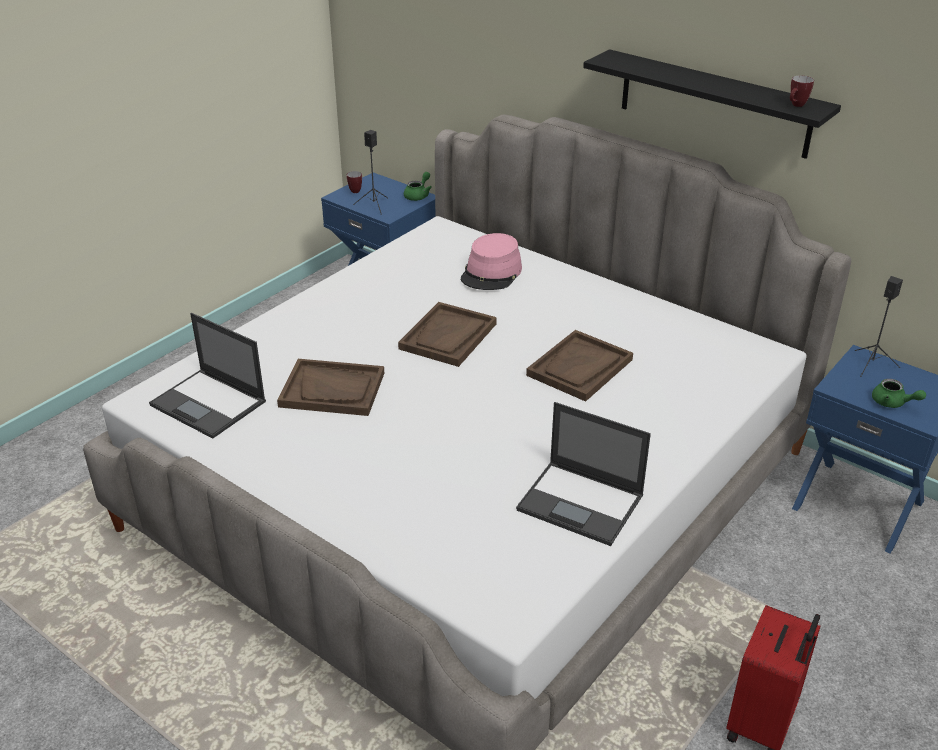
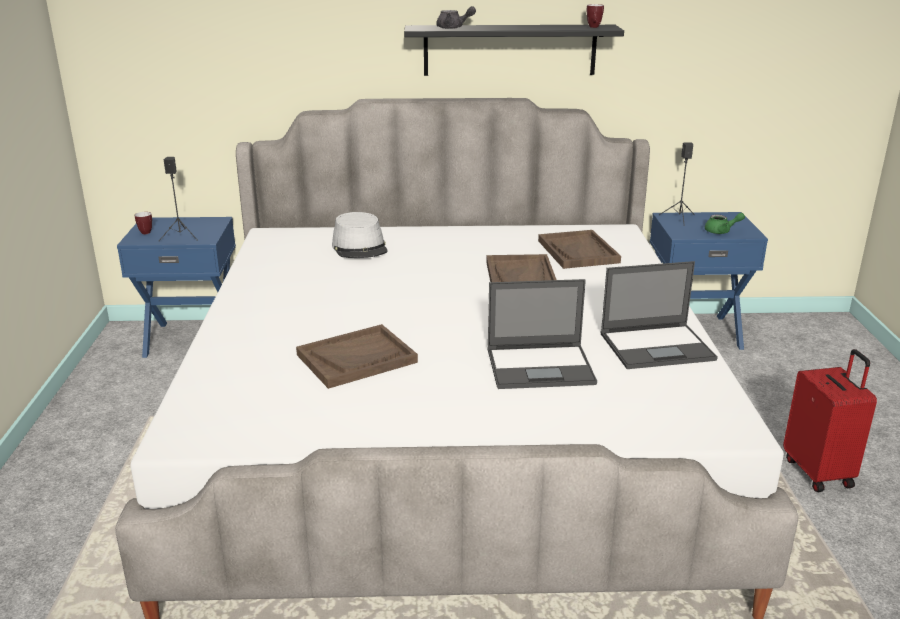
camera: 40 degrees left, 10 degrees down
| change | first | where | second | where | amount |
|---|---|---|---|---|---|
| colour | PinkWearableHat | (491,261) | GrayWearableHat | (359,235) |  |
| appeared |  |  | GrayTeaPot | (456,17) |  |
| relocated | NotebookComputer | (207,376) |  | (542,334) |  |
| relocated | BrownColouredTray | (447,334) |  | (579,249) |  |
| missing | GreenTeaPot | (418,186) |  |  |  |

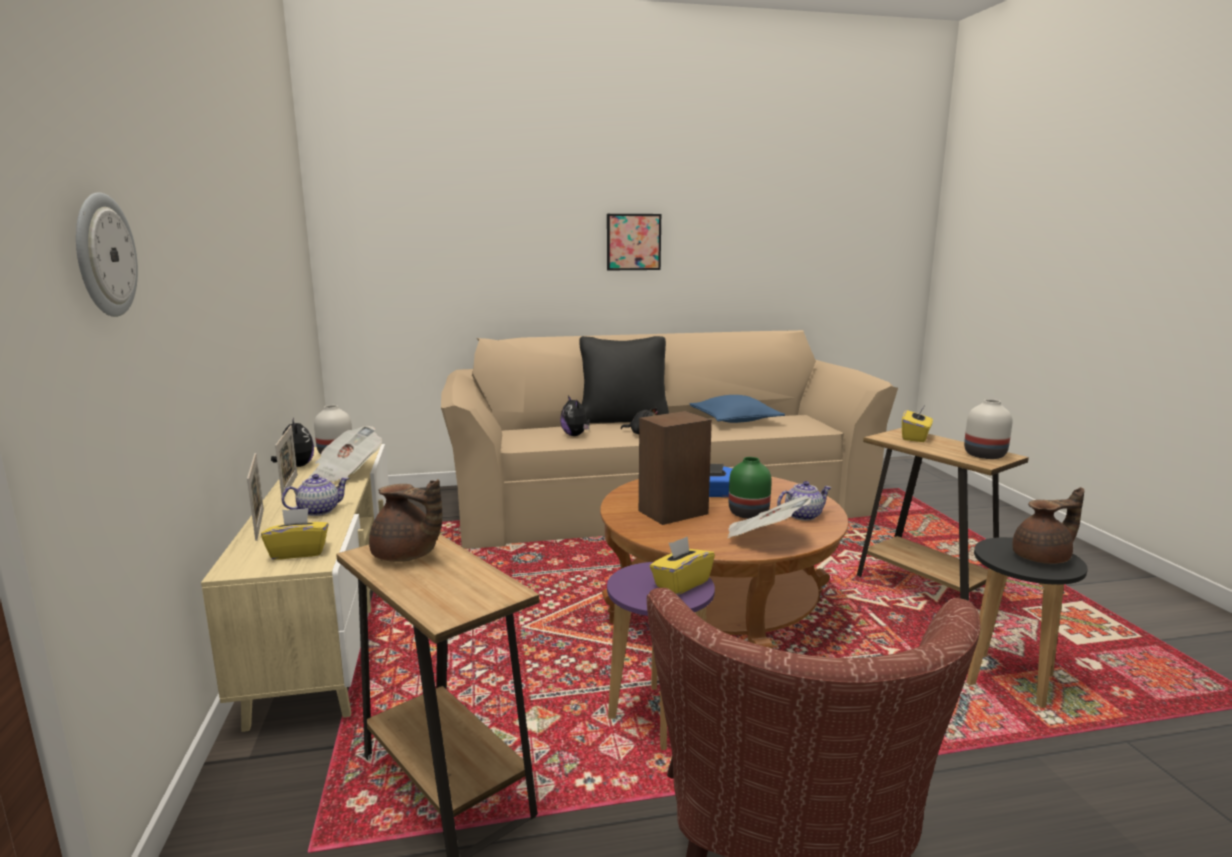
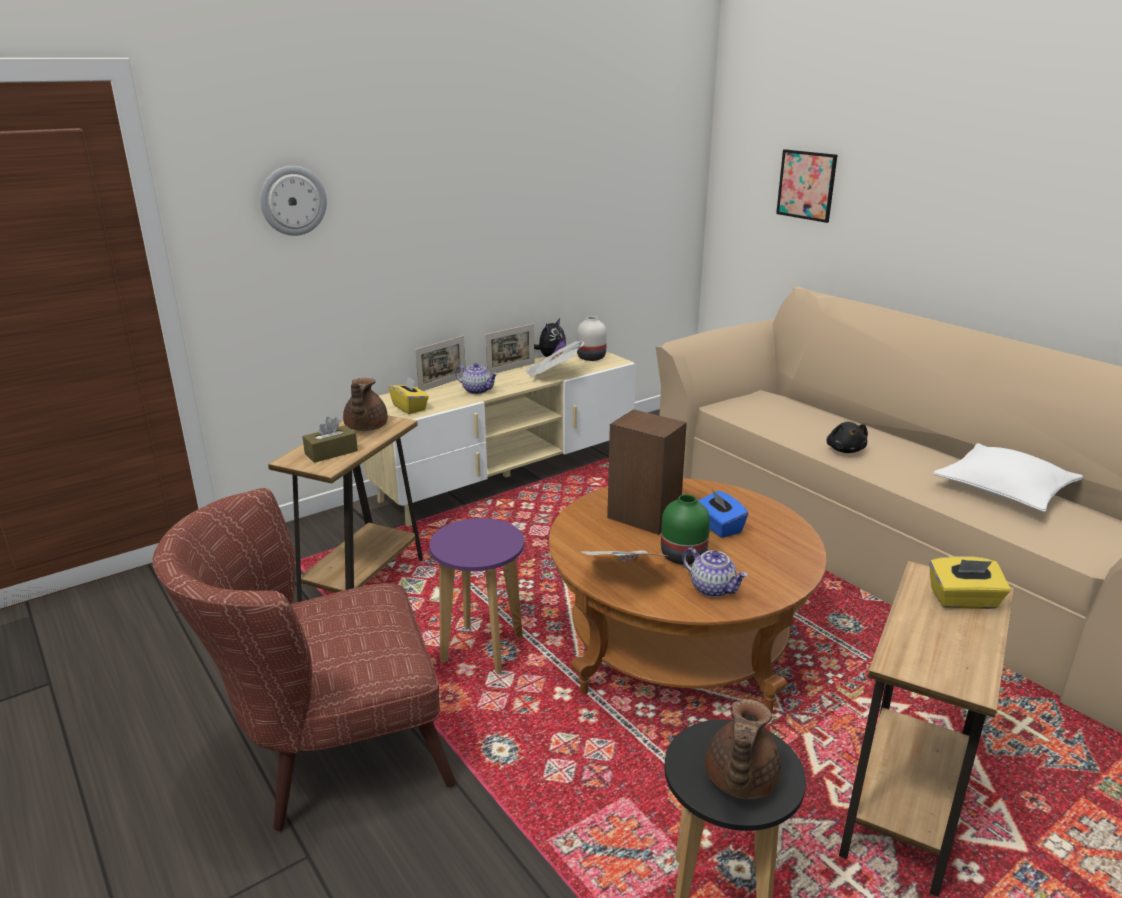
camera: 65 degrees right, 10 degrees up
| change | first | where | second | where | amount |
|---|---|---|---|---|---|
| appeared |  |  | BrownColouredBoxOfTissues | (330,440) |  |
| spun | BrownColouredTeaPot | (1048,525) |  | (743,749) | 60 degrees clockwise |
| relocated | WallPicture | (634,242) |  | (806,186) |  |
| colour | BlueThrowPillow | (737,409) | WhiteColouredThrowPillow | (1008,477) |  |
| missing | CuddlyToy | (575,416) |  |  |  |
| missing | BlackThrowPillow | (624,379) |  |  |  |
| missing | YellowBoxOfTissues | (682,566) |  |  |  |
| missing | WhiteColouredVase | (988,429) |  |  |  |

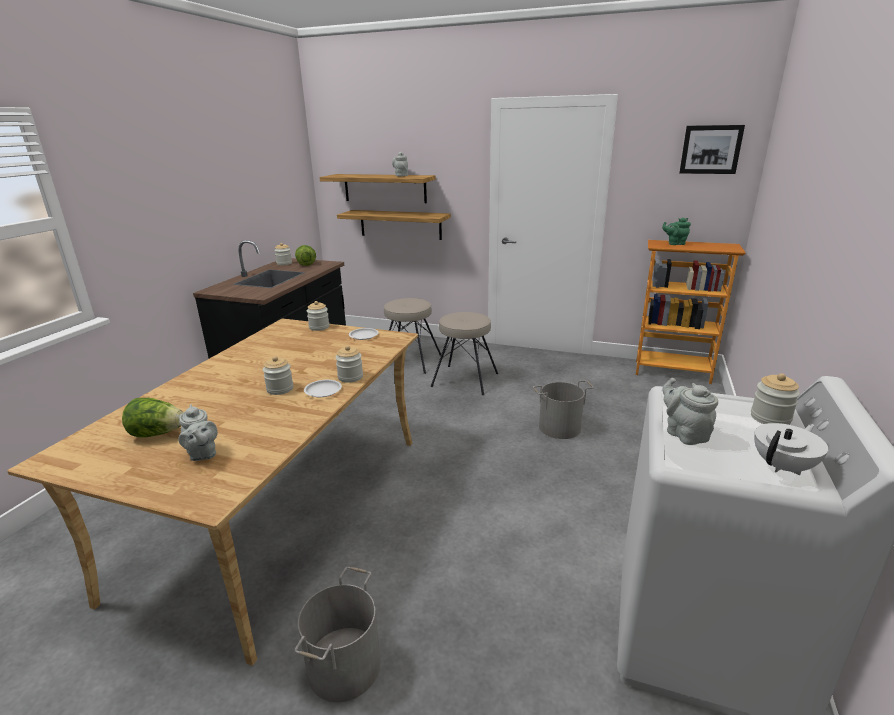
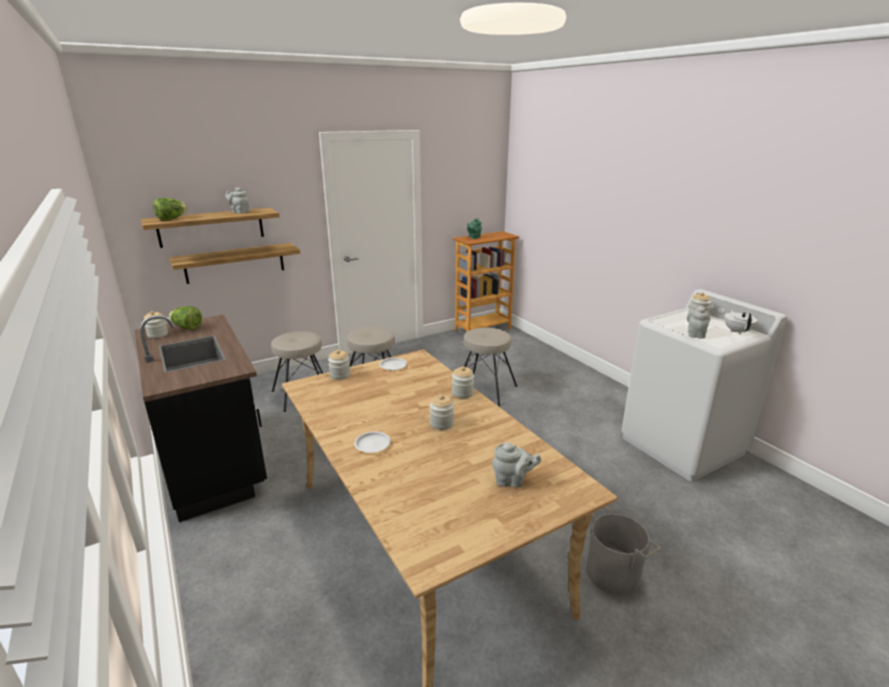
camera: 50 degrees left, 0 degrees up
| change | first | where | second | where | amount |
|---|---|---|---|---|---|
| relocated | HeadOfLettuce | (152,418) |  | (170,209) |  |
| relocated | WhiteColouredFlatDish | (323,388) |  | (372,442) |  |
| exchanged | GrayPail | (563,409) | BeigeColouredSittingStool | (490,367) |  |
| spun | GrayTeaPot | (690,411) |  | (698,322) | 90 degrees clockwise |
| missing | WallPicture | (712,149) |  |  |  |

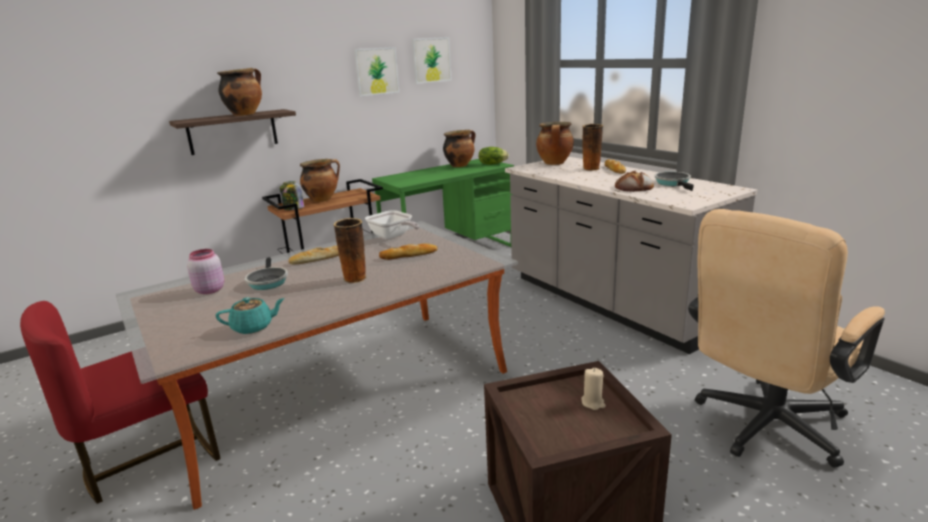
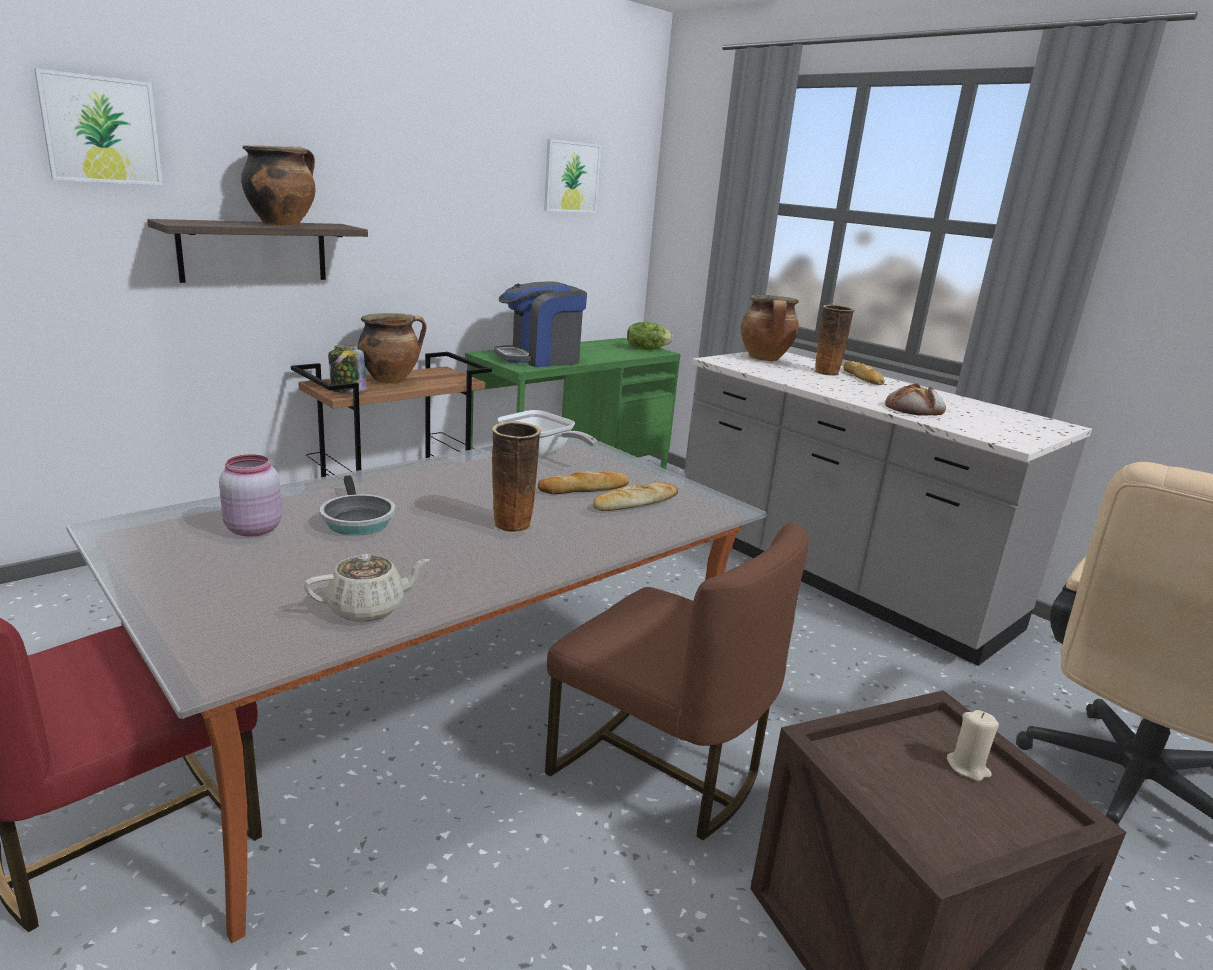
camera: 10 degrees left, 0 degrees up
| change | first | where | second | where | amount |
|---|---|---|---|---|---|
| relocated | WallPicture | (376,71) |  | (98,126) |  |
| colour | TurquoiseTeaPot | (250,315) | BeigeColouredTeaPot | (367,588) |  |
| appeared |  |  | CoffeeMaker | (540,324) |  |
| appeared |  |  | BrownColouredPlainChair | (677,681) |  |
| relocated | Bread | (313,255) |  | (635,496) |  |
| missing | Saucepot | (459,148) |  |  |  |
| missing | Pan | (674,181) |  |  |  |

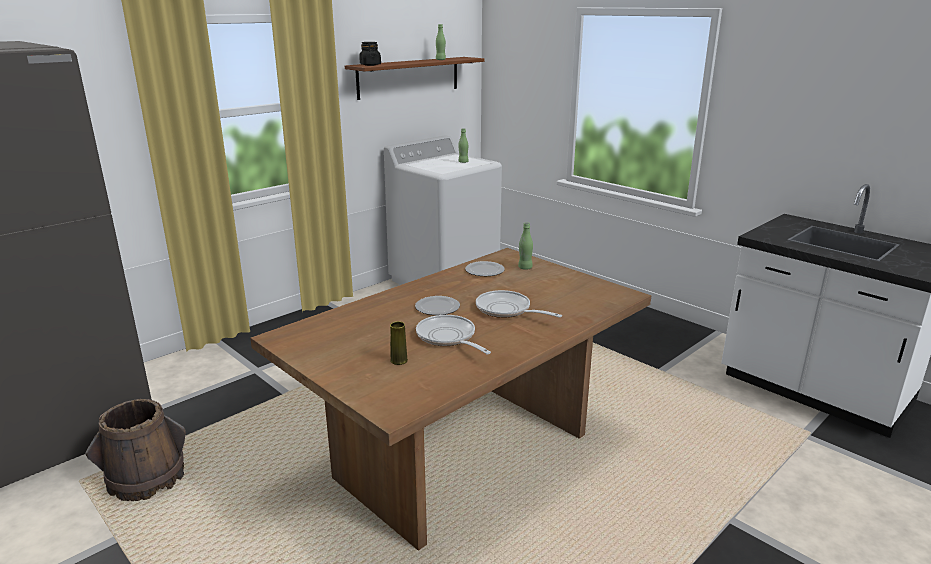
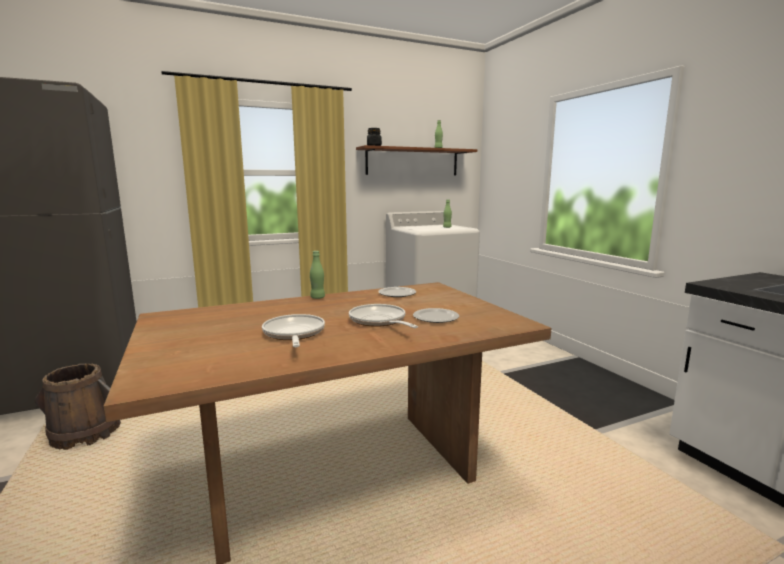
camera: 20 degrees right, 10 degrees down
| change | first | where | second | where | amount |
|---|---|---|---|---|---|
| relocated | GreenDrinkBottle | (525,246) |  | (317,275) |  |
| relocated | FlatDish | (437,305) |  | (436,315) |  |
| missing | YellowVase | (399,343) |  |  |  |

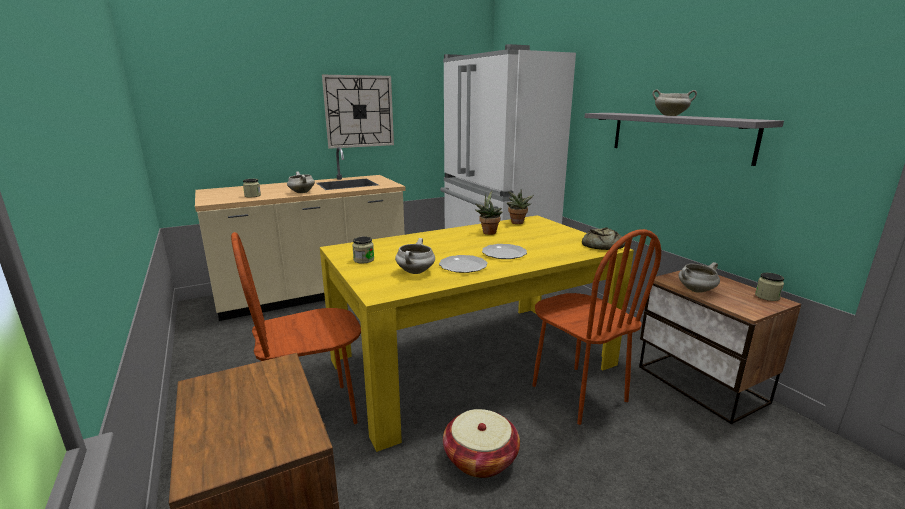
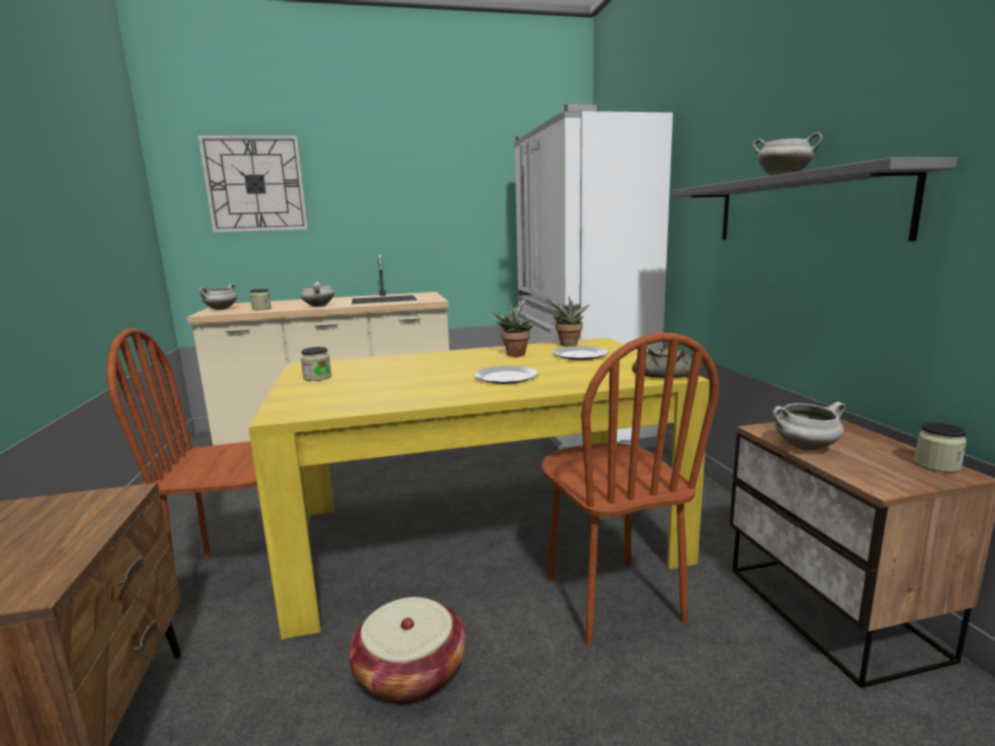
camera: 15 degrees right, 5 degrees down
| change | first | where | second | where | amount |
|---|---|---|---|---|---|
| relocated | HangingClock | (358,112) |  | (253,183) |  |
| relocated | WhiteColouredSaucepot | (415,256) |  | (218,297) |  |
| relocated | FlatDish | (463,264) |  | (580,353) |  |

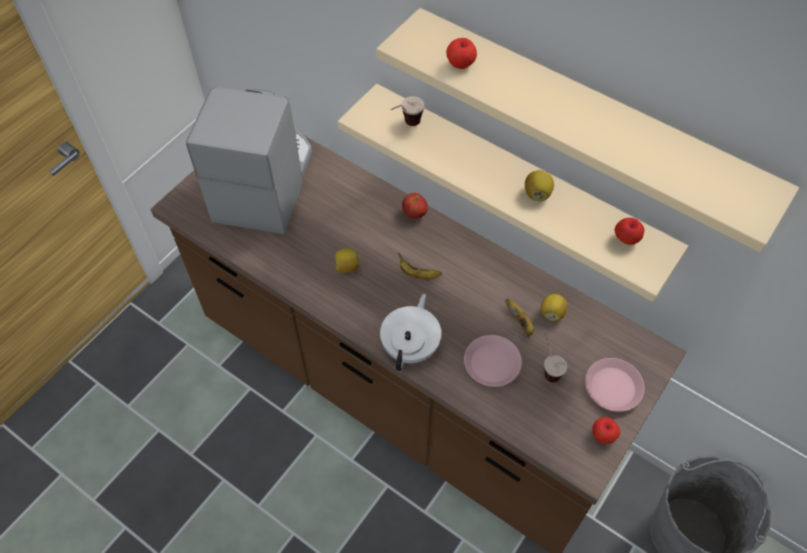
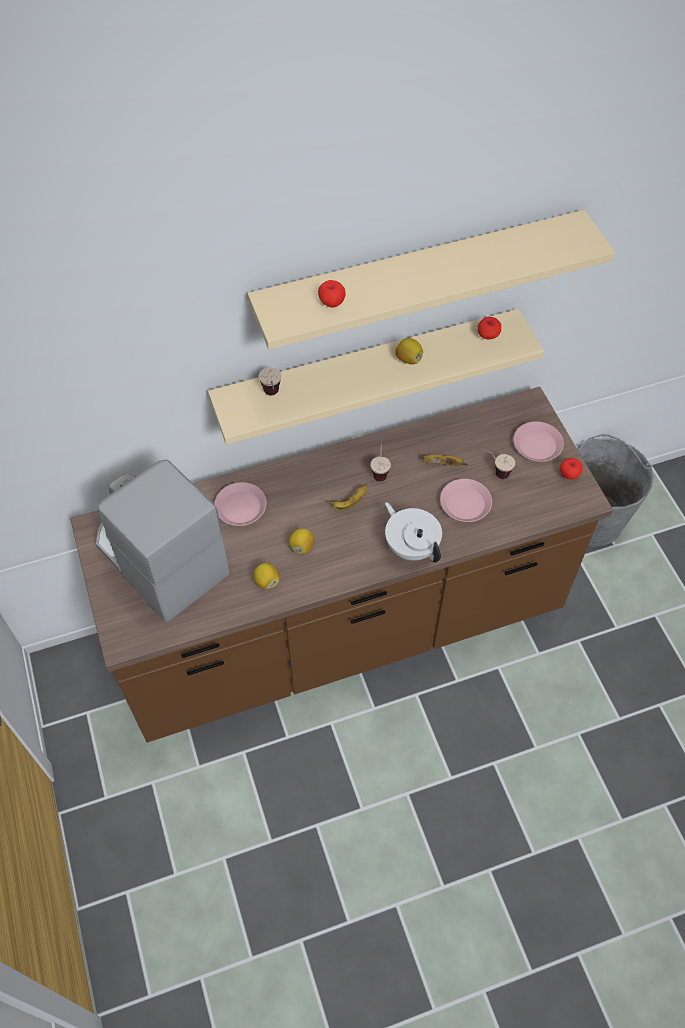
camera: 55 degrees left, 0 degrees up
| change | first | where | second | where | amount |
|---|---|---|---|---|---|
| appeared |  |  | PinkFlatDish | (240,504) |  |
| relocated | Lemon | (554,307) |  | (266,576) |  |
| appeared |  |  | DrinkingCup | (380,458) |  |
| missing | Tomato | (415,206) |  |  |  |

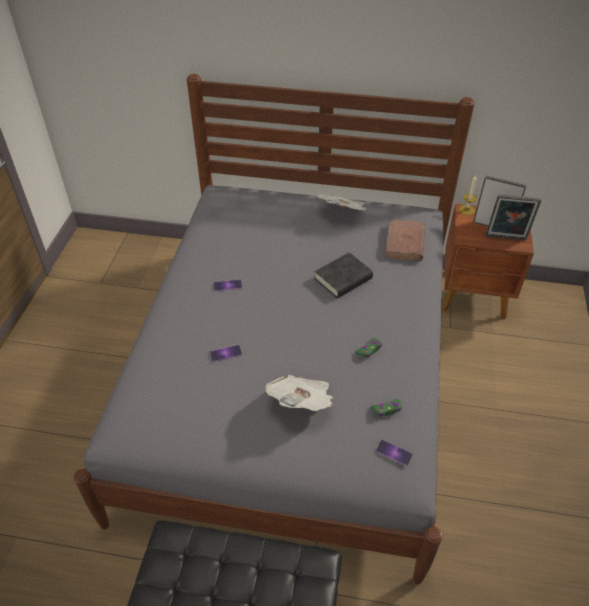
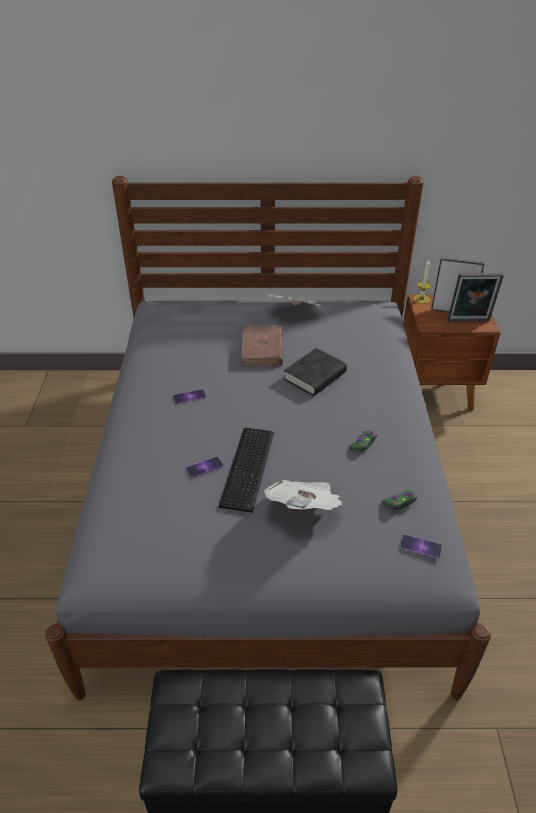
camera: 10 degrees left, 5 degrees down
| change | first | where | second | where | amount |
|---|---|---|---|---|---|
| appeared |  |  | PcKeyboard | (246,470) |  |
| relocated | BrownColouredBoundBook | (405,240) |  | (262,345) |  |

